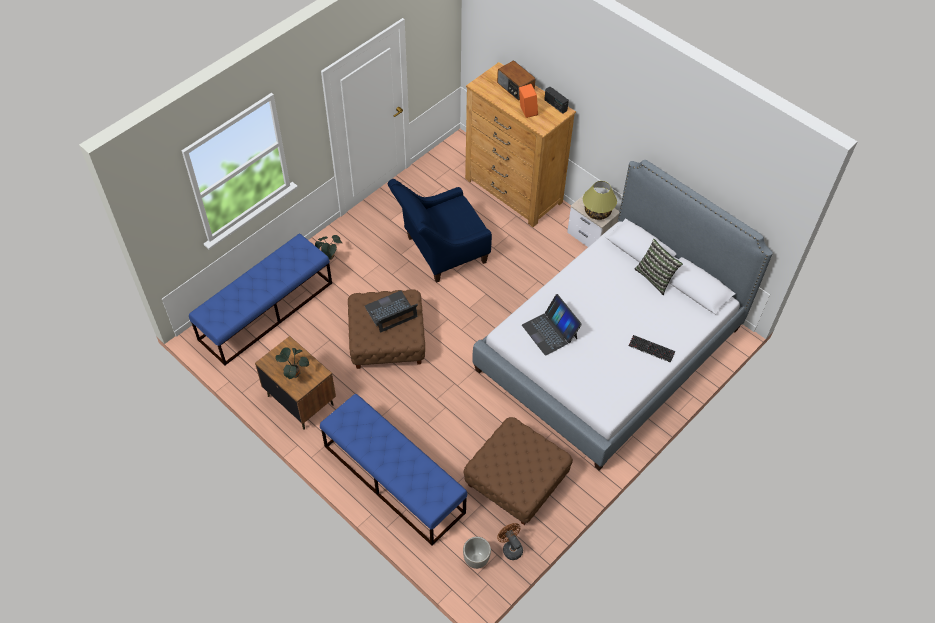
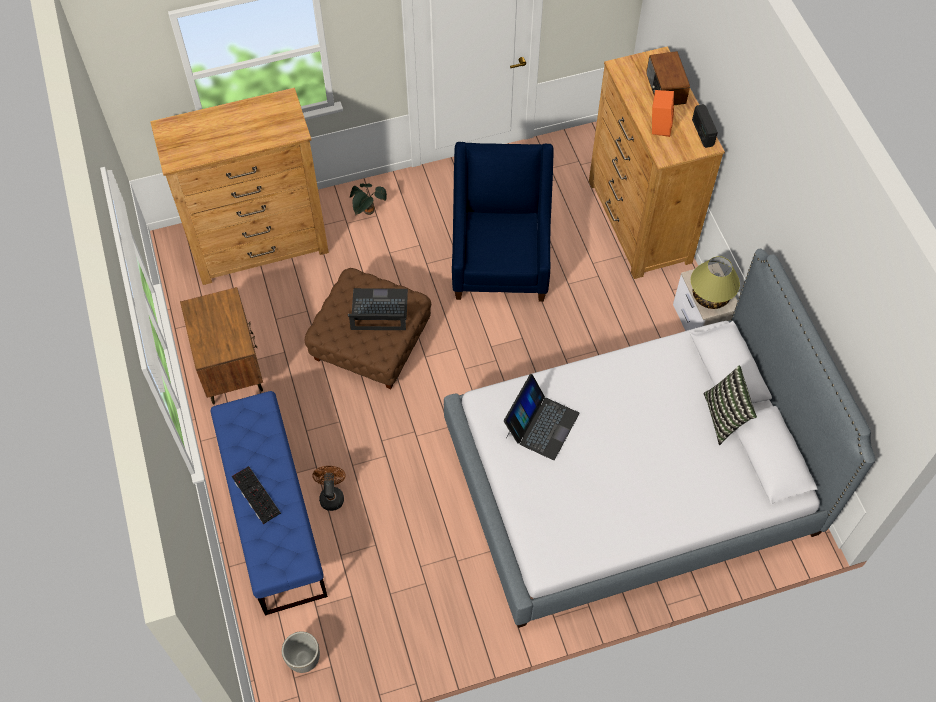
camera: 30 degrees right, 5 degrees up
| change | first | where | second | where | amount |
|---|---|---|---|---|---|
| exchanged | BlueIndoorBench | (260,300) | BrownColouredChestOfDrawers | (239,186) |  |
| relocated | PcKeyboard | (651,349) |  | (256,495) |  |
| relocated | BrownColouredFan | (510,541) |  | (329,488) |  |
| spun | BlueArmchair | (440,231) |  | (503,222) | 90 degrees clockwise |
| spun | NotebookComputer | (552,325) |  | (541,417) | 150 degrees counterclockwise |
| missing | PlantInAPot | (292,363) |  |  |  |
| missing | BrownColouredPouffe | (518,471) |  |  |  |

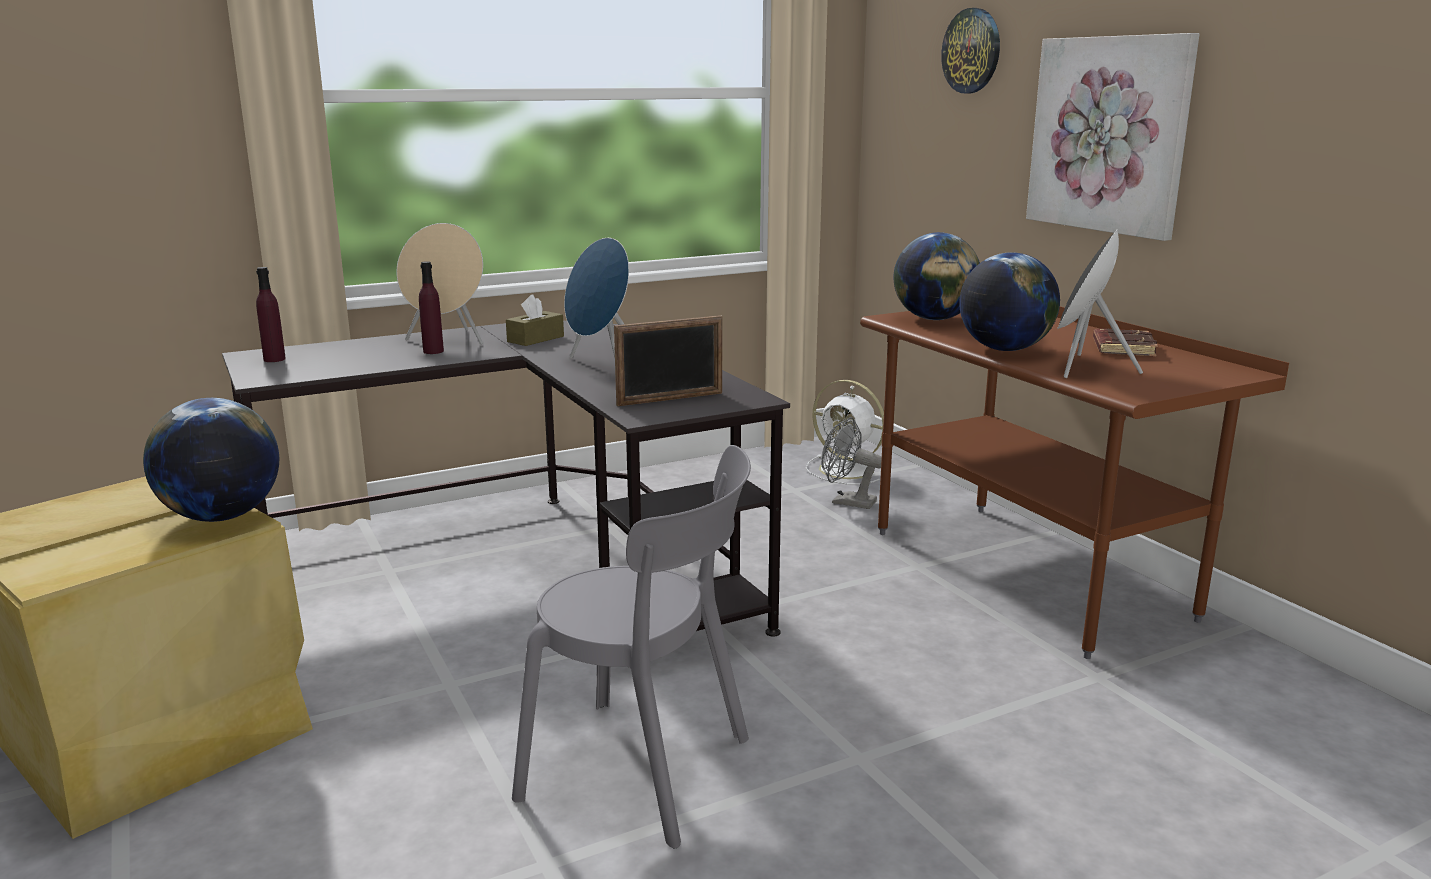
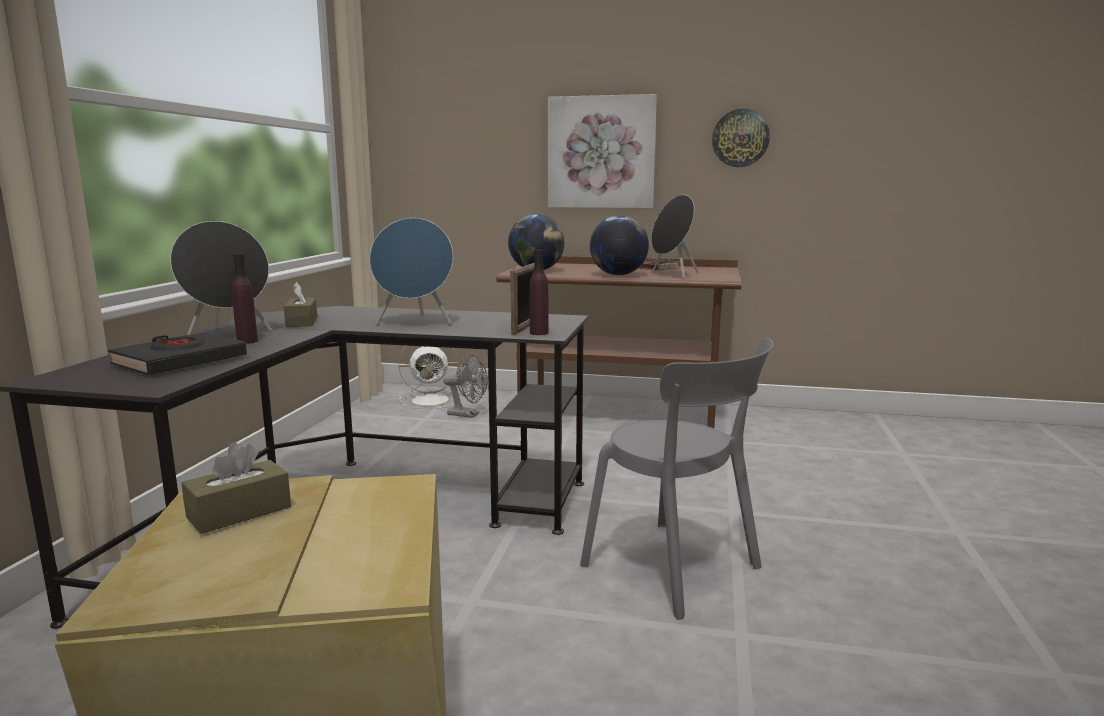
camera: 50 degrees left, 5 degrees down
| change | first | where | second | where | amount |
|---|---|---|---|---|---|
| appeared |  |  | BlackBoundBook | (177,353) |  |
| colour | BeigeColouredSpeaker | (440,284) | BlackSpeaker | (221,278) |  |
| appeared |  |  | BrownColouredBoxOfTissues | (236,488) |  |
| spun | GrayFan | (852,463) |  | (465,386) | 135 degrees counterclockwise |
| relocated | PurplishDrinkBottle | (271,314) |  | (539,292) |  |
| spun | GrayPlainChair | (631,646) |  | (677,479) | 75 degrees clockwise |
| relocated | HangingClock | (970,50) |  | (741,138) |  |
| missing | Globe | (211,460) |  |  |  |

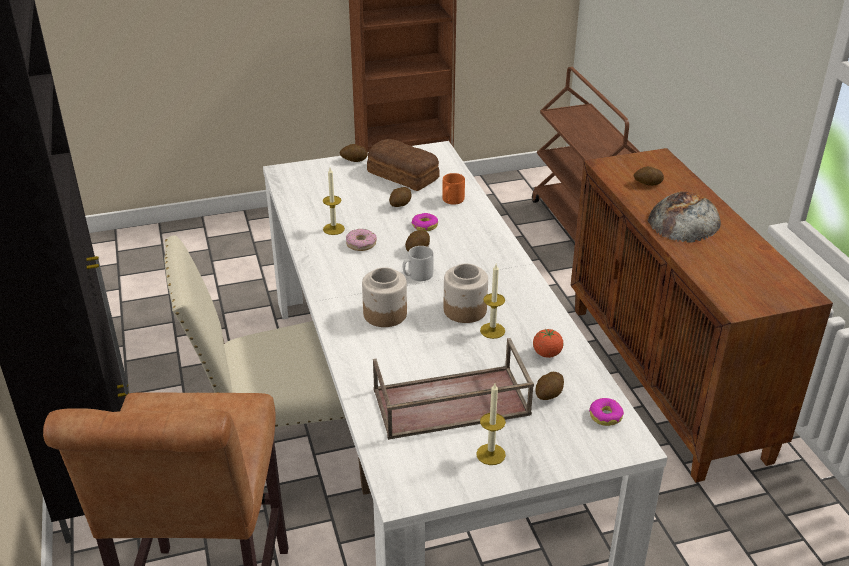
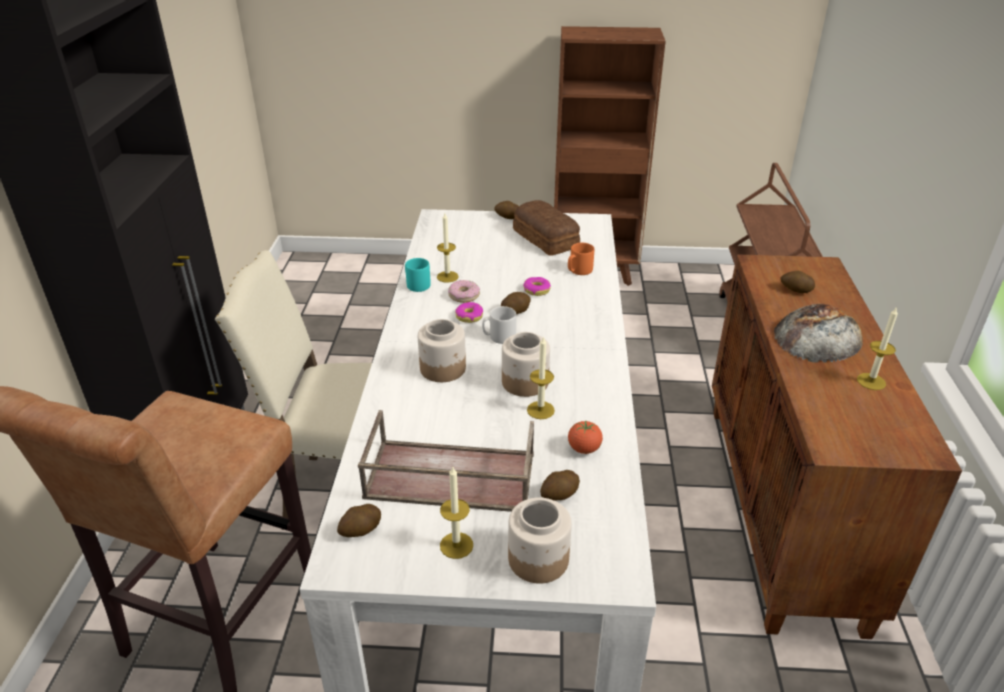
camera: 20 degrees right, 0 degrees up
| change | first | where | second | where | amount |
|---|---|---|---|---|---|
| relocated | WholePotato | (400,197) |  | (359,520) |  |
| appeared |  |  | TurquoiseMug | (418,275) |  |
| relocated | Donut | (606,412) |  | (469,312) |  |
| appeared |  |  | StorageJar | (540,541) |  |
| appeared |  |  | WaxCandle | (877,348) |  |

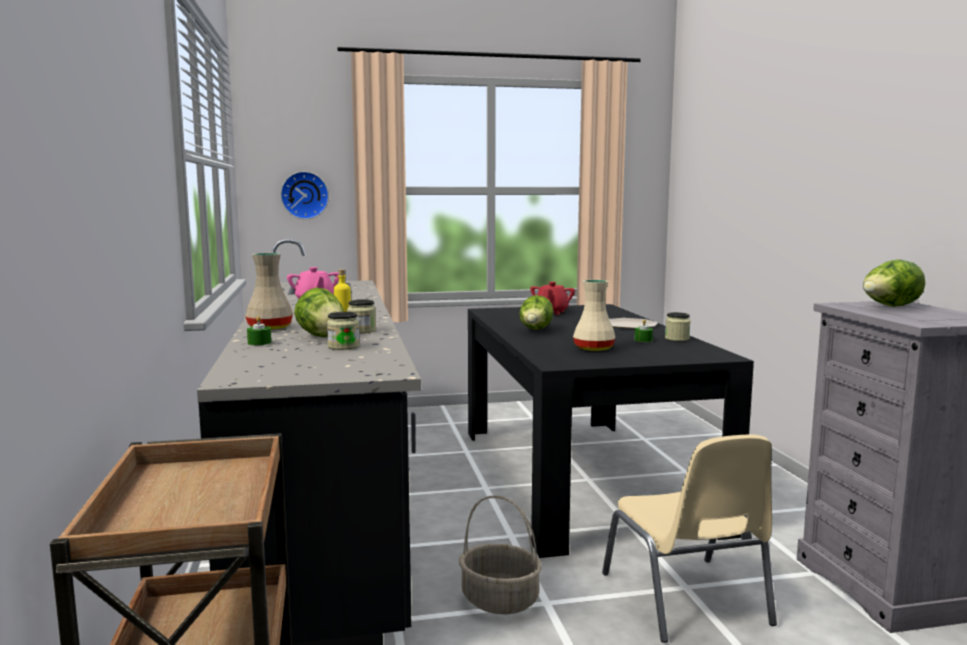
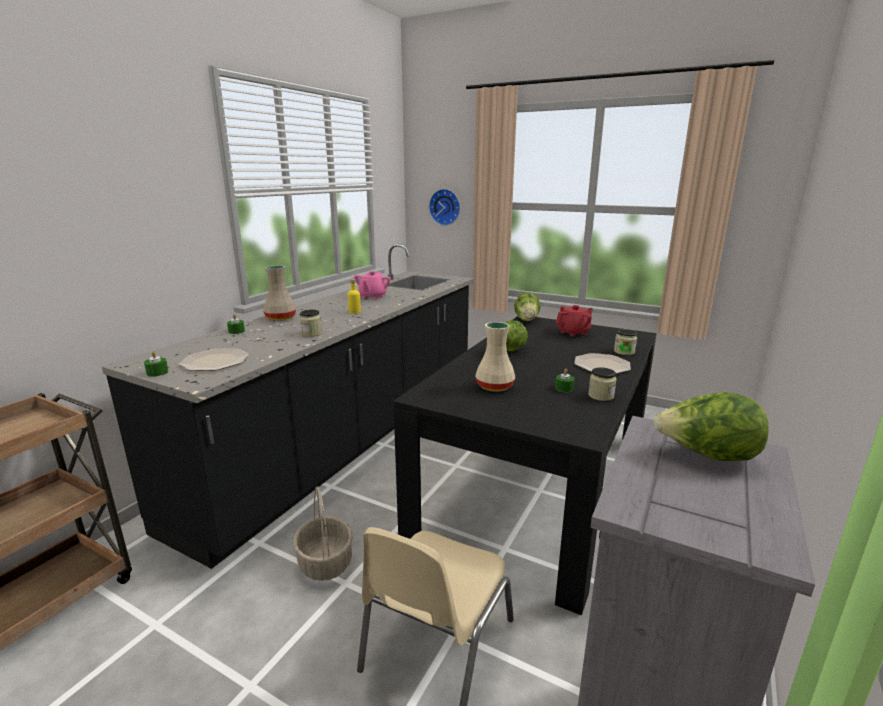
camera: 40 degrees right, 10 degrees up
| change | first | where | second | where | amount |
|---|---|---|---|---|---|
| appeared |  |  | GreenWaxCandle | (156,364) |  |
| appeared |  |  | FlatDish | (214,359) |  |
| relocated | HeadOfLettuce | (319,312) |  | (527,306) |  |
| relocated | StorageJar | (343,331) |  | (625,342) |  |

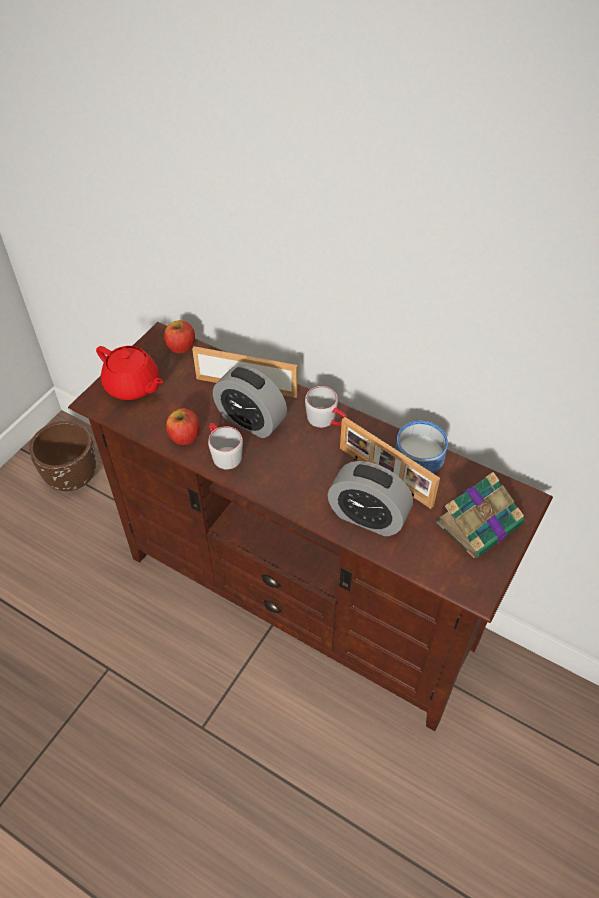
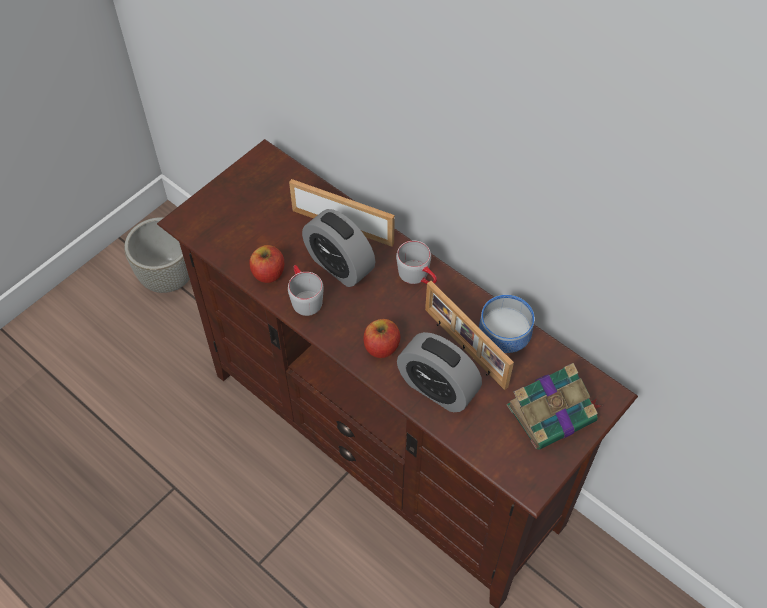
camera: 10 degrees right, 5 degrees up
| change | first | where | second | where | amount |
|---|---|---|---|---|---|
| colour | BrownColouredFlowerPot | (62,456) | GrayFlowerPot | (157,255) |  |
| relocated | Apple | (179,336) |  | (382,338) |  |
| missing | ReddishTeaPot | (129,373) |  |  |  |

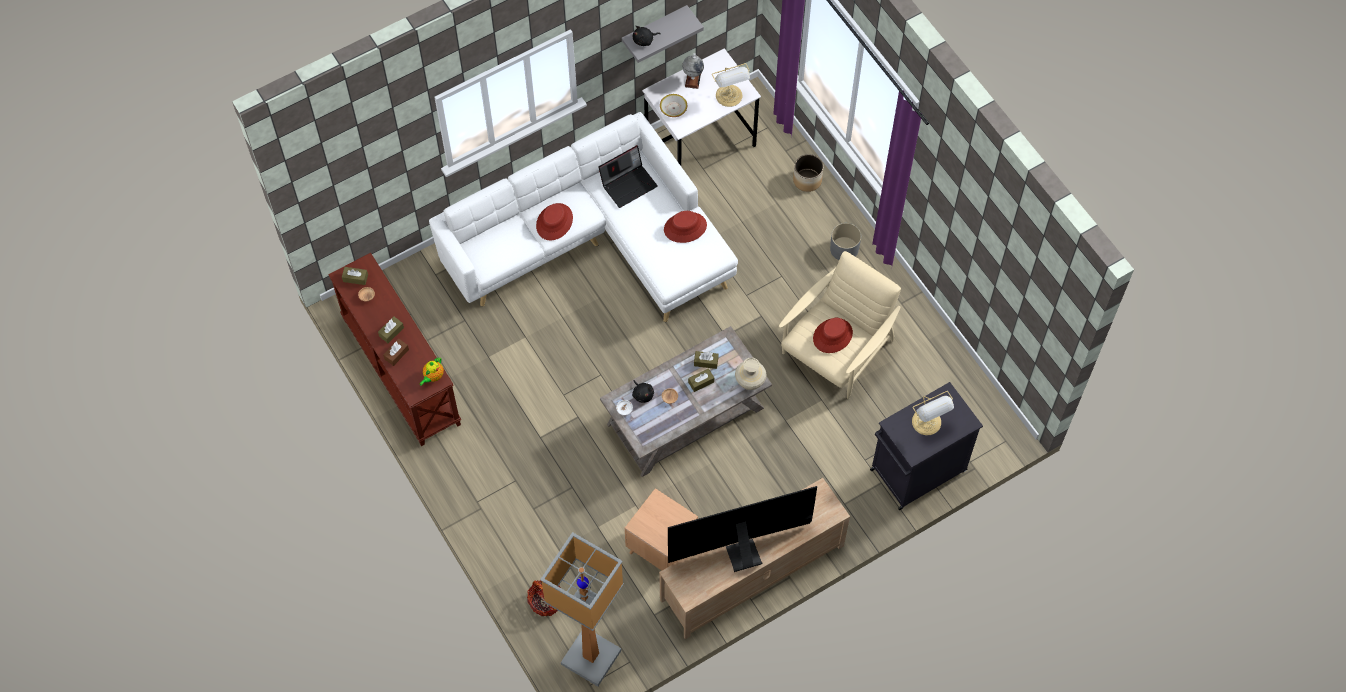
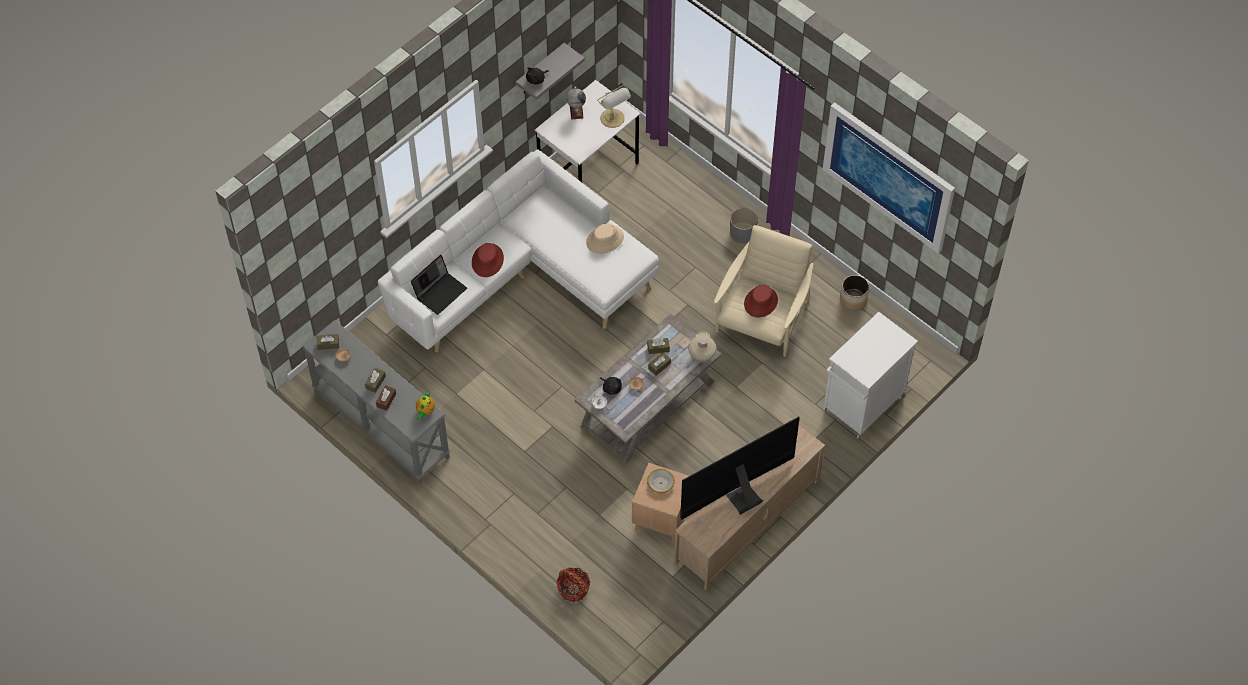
camera: 15 degrees left, 5 degrees down
| change | first | where | second | where | amount |
|---|---|---|---|---|---|
| colour | BrownColouredConsoleTable | (394,349) | GrayConsoleTable | (376,402) |  |
| relocated | NotebookComputer | (628,176) |  | (439,285) |  |
| colour | ReddishWearableHat | (685,227) | BeigeColouredWearableHat | (605,238) |  |
| relocated | ServingBowl | (673,105) |  | (661,481) |  |
| appeared |  |  | WallPicture | (889,177) |  |
| colour | BlackCupboard | (926,446) | WhiteColouredCupboard | (870,375) |  |
| relocated | FlowerPot | (808,173) |  | (854,292) |  |
| missing | FloorLamp | (582,609) |  |  |  |
| missing | LampForATable | (933,413) |  |  |  |

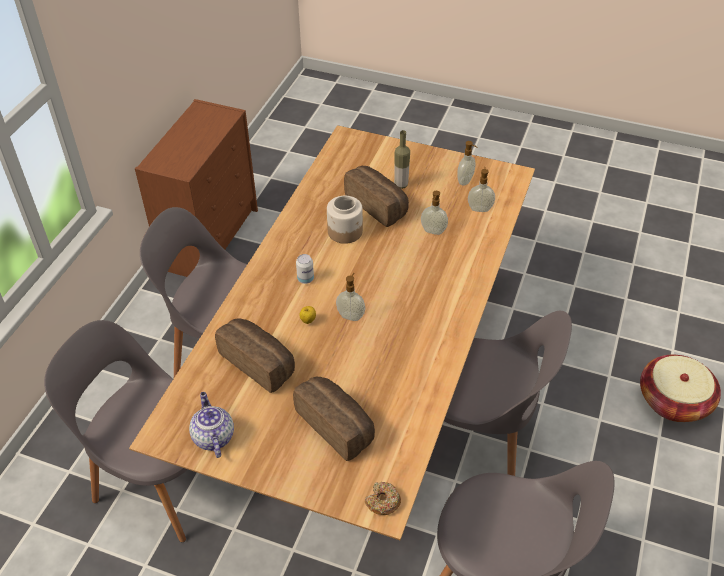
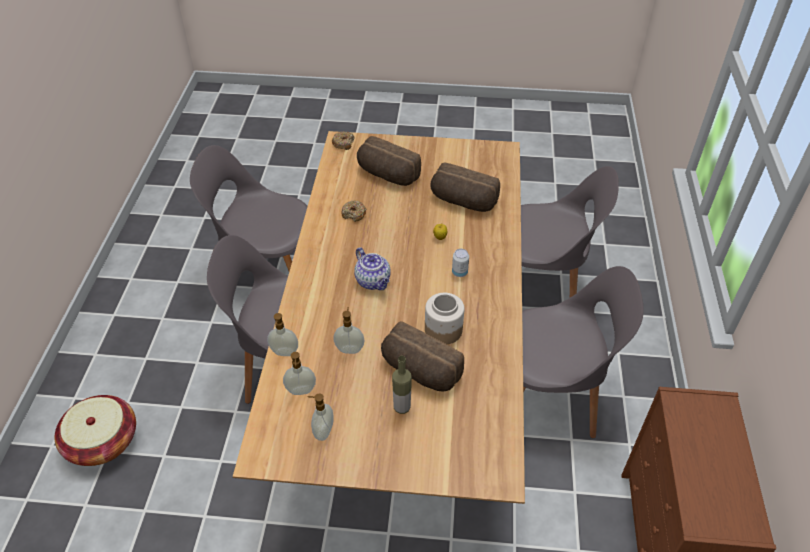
camera: 165 degrees right, 0 degrees up
| change | first | where | second | where | amount |
|---|---|---|---|---|---|
| relocated | SoapBottle | (350,297) |  | (282,334) |  |
| appeared |  |  | Donut | (353,211) |  |
| relocated | TeaPot | (211,425) |  | (372,268) |  |

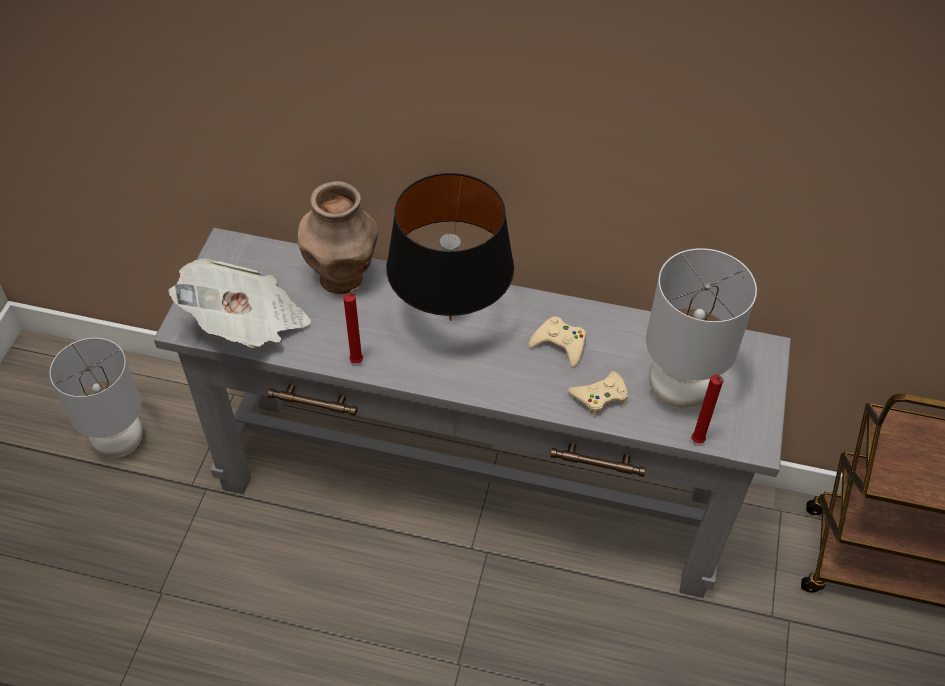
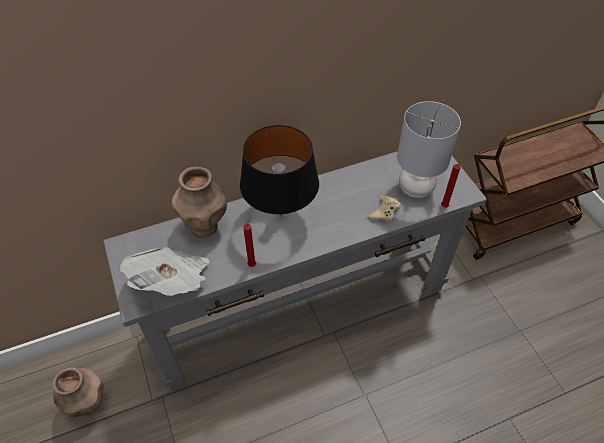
camera: 35 degrees left, 0 degrees up
| change | first | where | second | where | amount |
|---|---|---|---|---|---|
| exchanged | GrayLampForATable | (96,398) | BrownColouredVase | (78,392) |  |
| missing | BeigeColouredGamepad | (557,342) |  |  |  |

